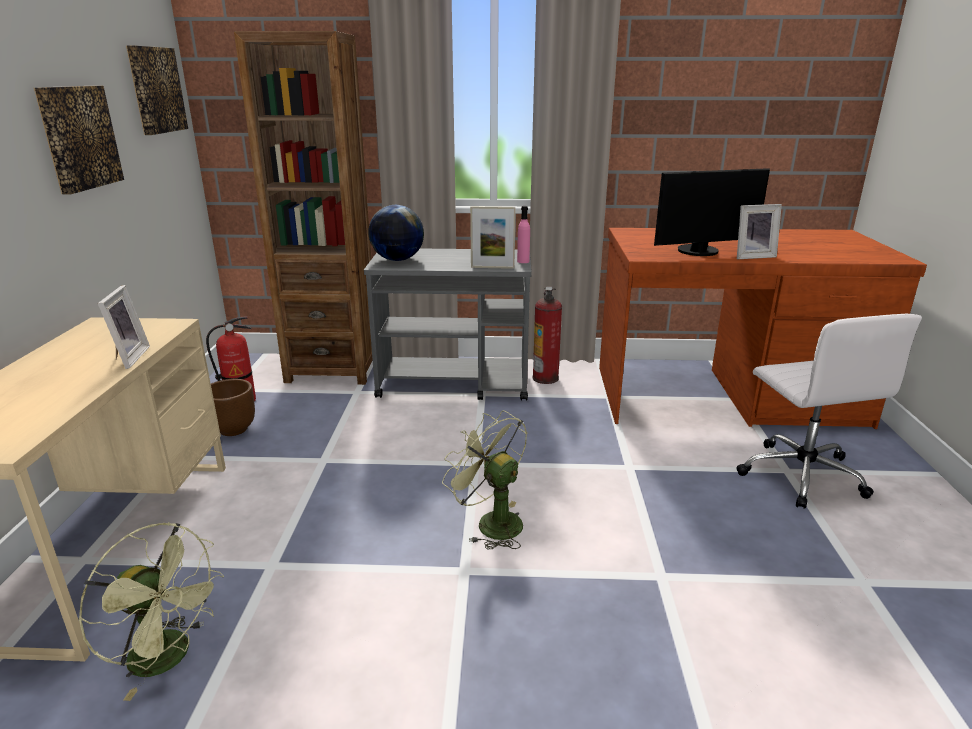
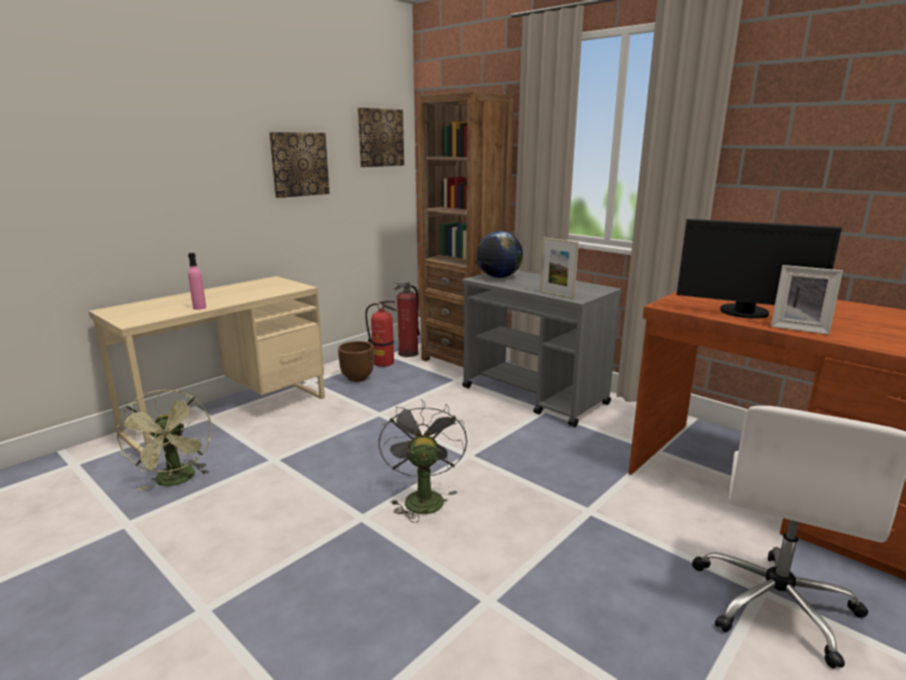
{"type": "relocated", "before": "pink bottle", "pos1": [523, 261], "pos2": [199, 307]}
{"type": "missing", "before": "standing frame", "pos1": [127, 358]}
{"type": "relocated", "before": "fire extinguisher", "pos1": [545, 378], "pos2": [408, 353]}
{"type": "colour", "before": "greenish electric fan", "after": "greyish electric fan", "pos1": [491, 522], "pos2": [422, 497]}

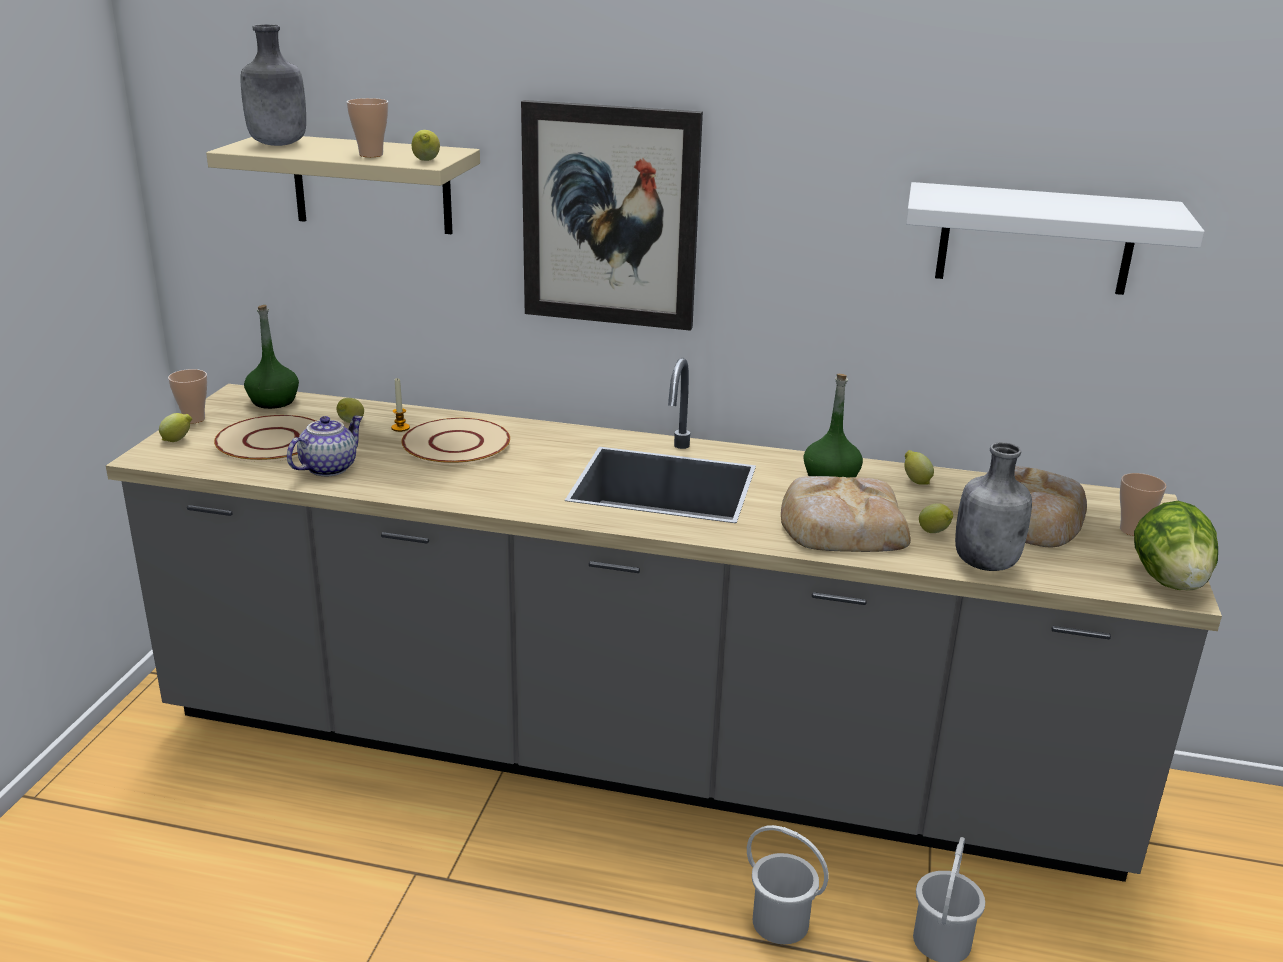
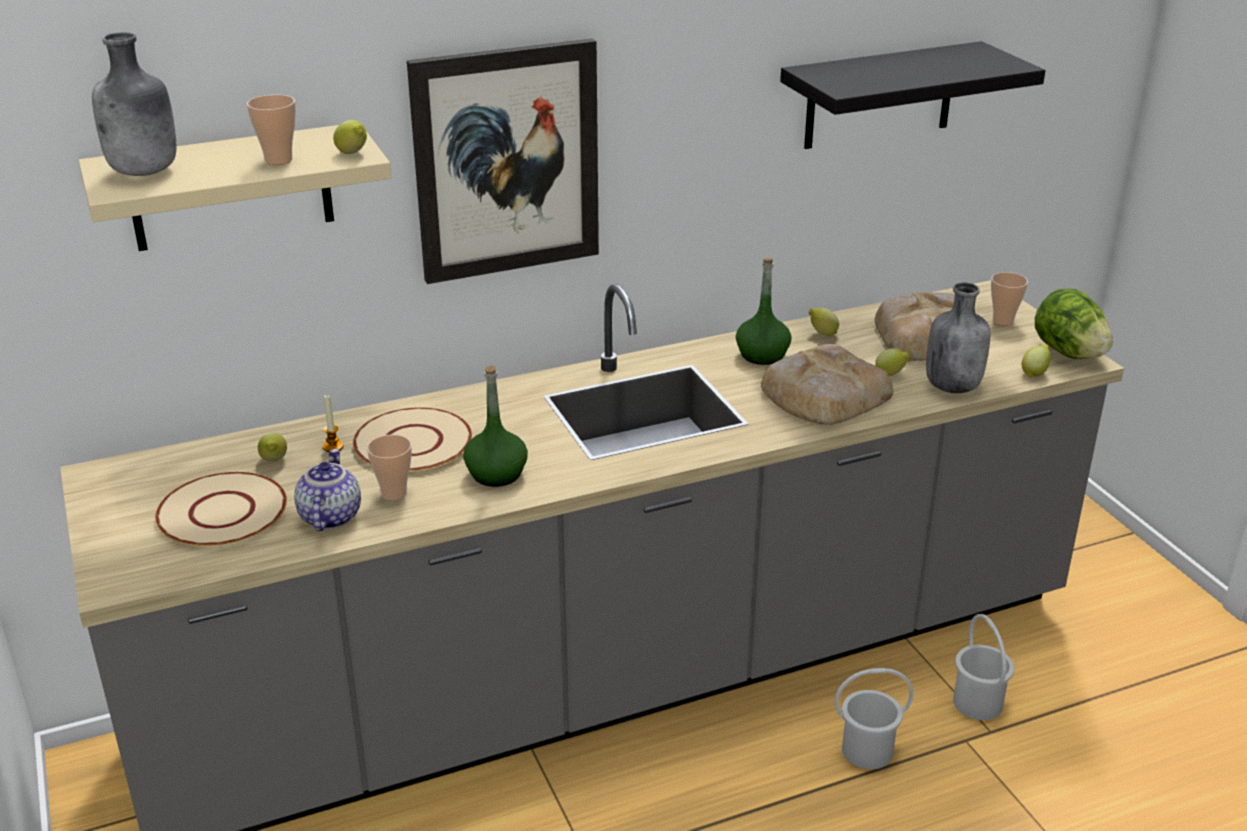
{"type": "colour", "before": "whitish wall shelf", "after": "black wall shelf", "pos1": [1035, 239], "pos2": [879, 96]}
{"type": "relocated", "before": "greenish bottle", "pos1": [273, 401], "pos2": [496, 474]}
{"type": "relocated", "before": "cup", "pos1": [194, 419], "pos2": [394, 493]}
{"type": "relocated", "before": "citrus fruit", "pos1": [178, 440], "pos2": [1034, 373]}

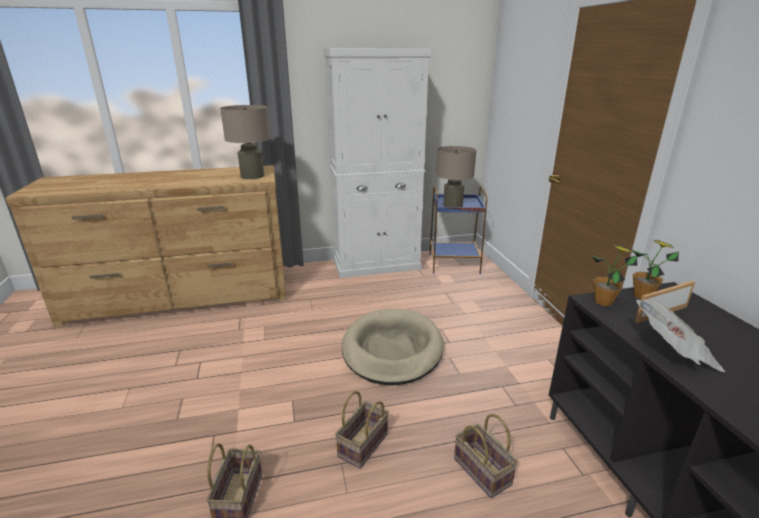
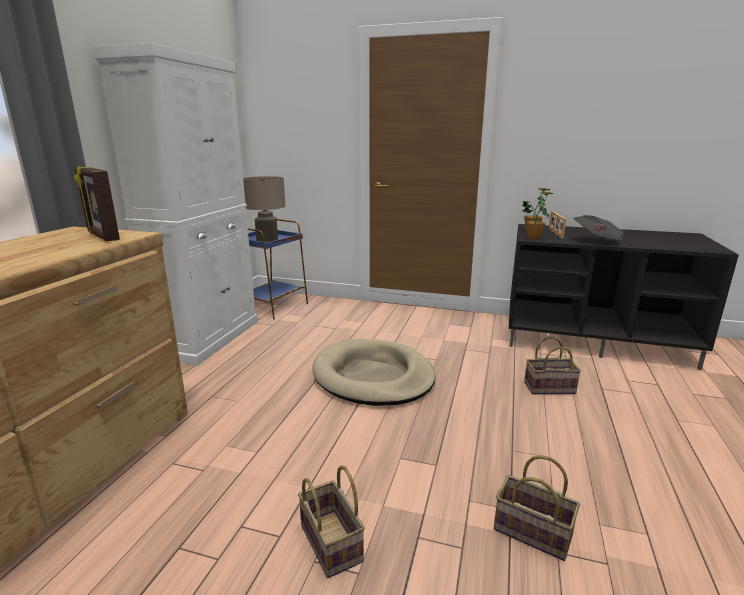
{"type": "exchanged", "before": "sand-coloured table lamp", "after": "standing frame", "pos1": [252, 176], "pos2": [102, 236]}
{"type": "relocated", "before": "storage basket", "pos1": [363, 446], "pos2": [333, 544]}

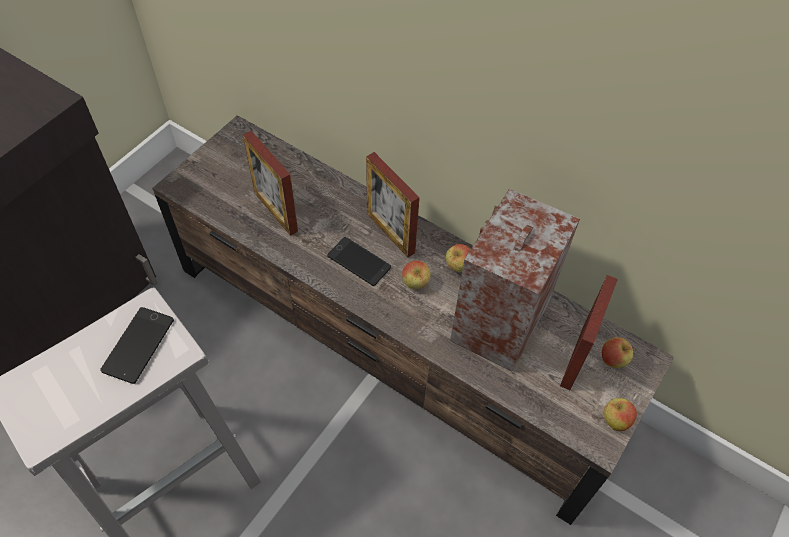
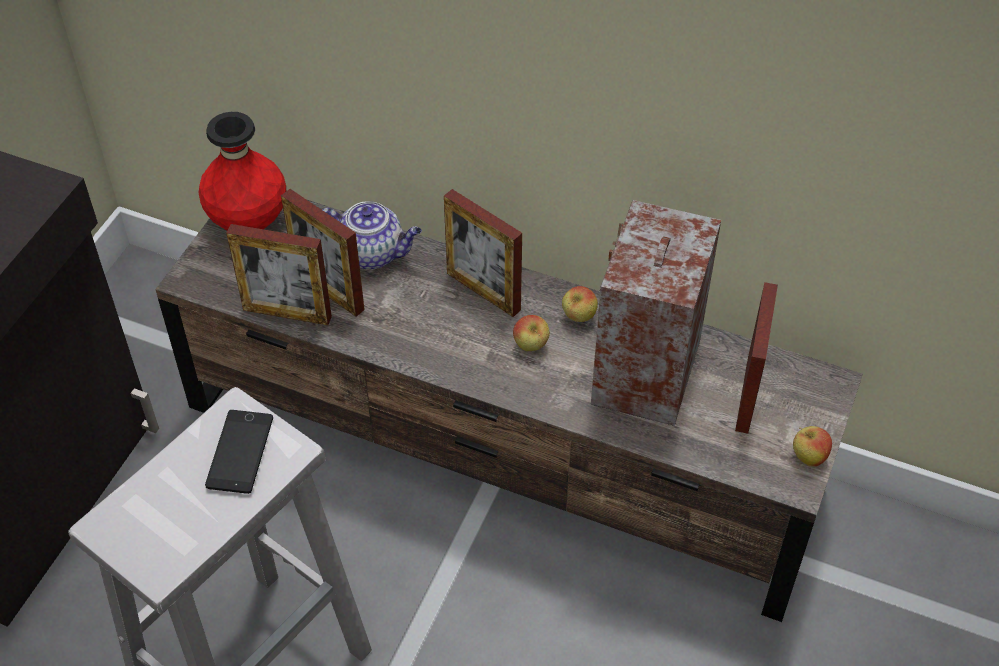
{"type": "missing", "before": "telephone", "pos1": [359, 261]}
{"type": "missing", "before": "apple", "pos1": [612, 360]}
{"type": "appeared", "after": "red decorative vase", "pos2": [249, 222]}
{"type": "appeared", "after": "teapot", "pos2": [372, 253]}
{"type": "appeared", "after": "standing frame", "pos2": [287, 313]}

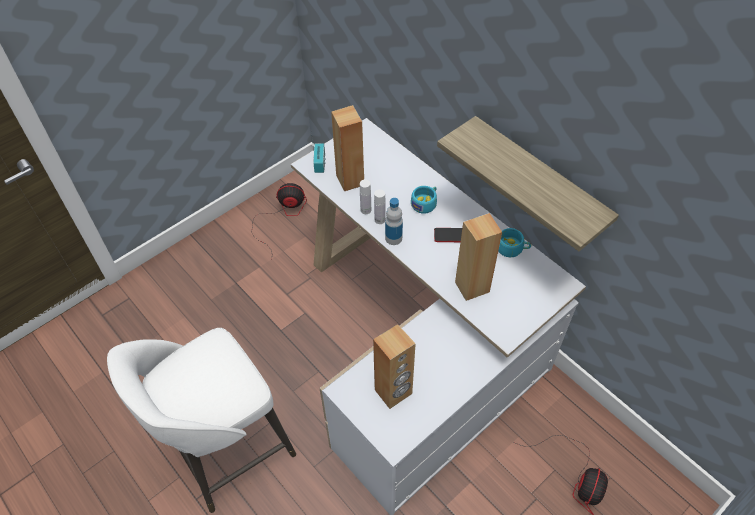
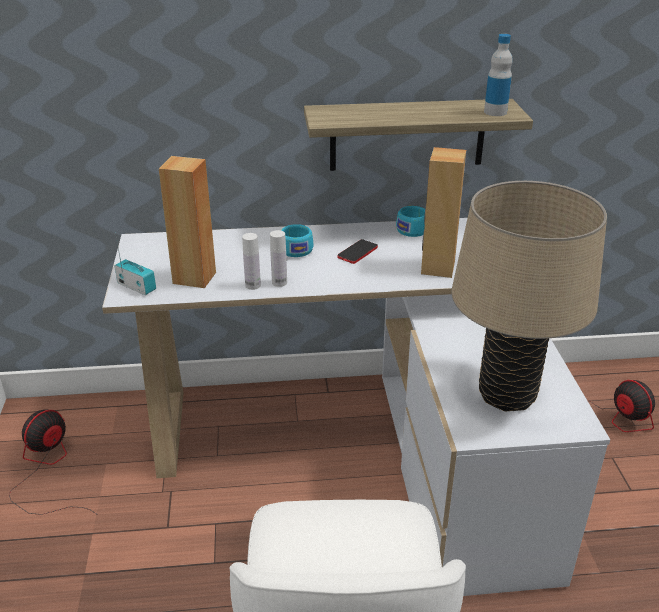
{"type": "relocated", "before": "bottle", "pos1": [393, 238], "pos2": [495, 112]}
{"type": "exchanged", "before": "brown speaker", "after": "sand-coloured table lamp", "pos1": [393, 392], "pos2": [507, 395]}

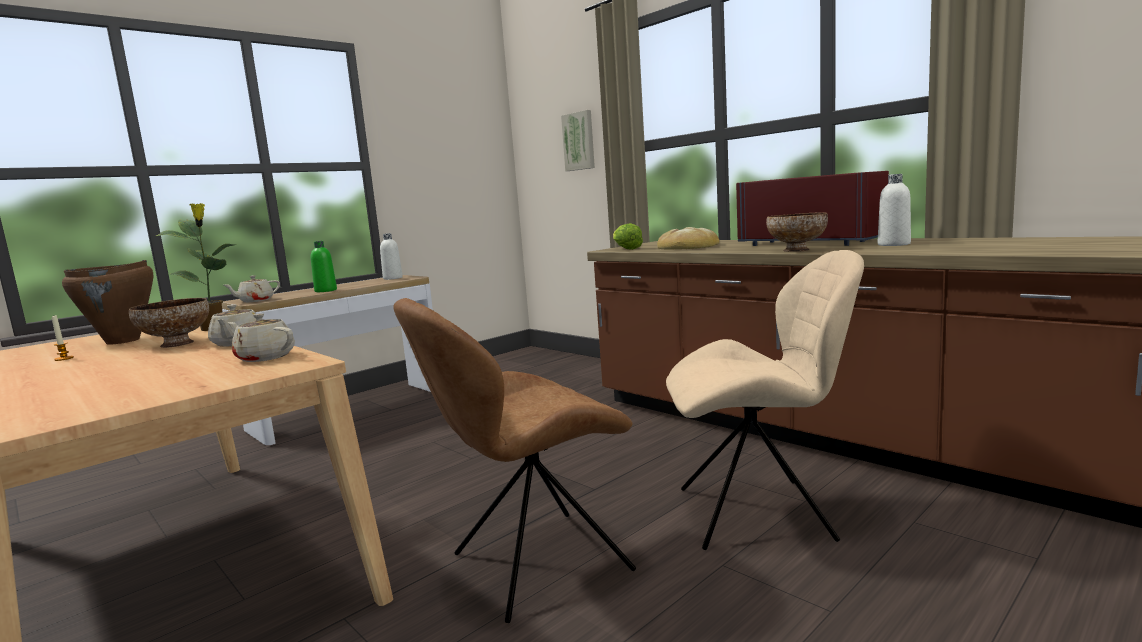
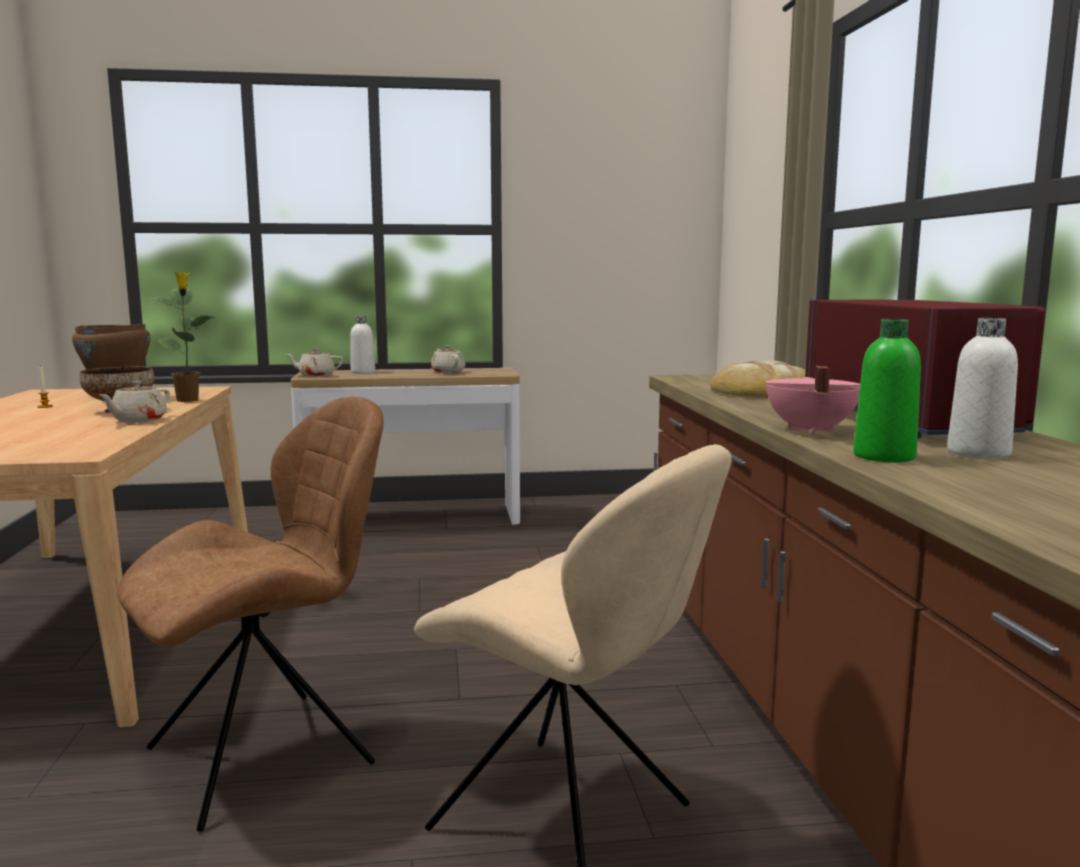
{"type": "missing", "before": "picture", "pos1": [579, 141]}
{"type": "exchanged", "before": "deep dish", "after": "pink stockpot", "pos1": [797, 250], "pos2": [809, 430]}
{"type": "missing", "before": "lettuce head", "pos1": [626, 249]}
{"type": "relocated", "before": "whitish bottle", "pos1": [392, 278], "pos2": [363, 372]}
{"type": "relocated", "before": "greenish bottle", "pos1": [326, 290], "pos2": [884, 456]}
{"type": "spun", "before": "brown upright chair", "pos1": [534, 564], "pos2": [269, 753], "turn": 135}
{"type": "relocated", "before": "sand-coloured teapot", "pos1": [264, 357], "pos2": [448, 372]}

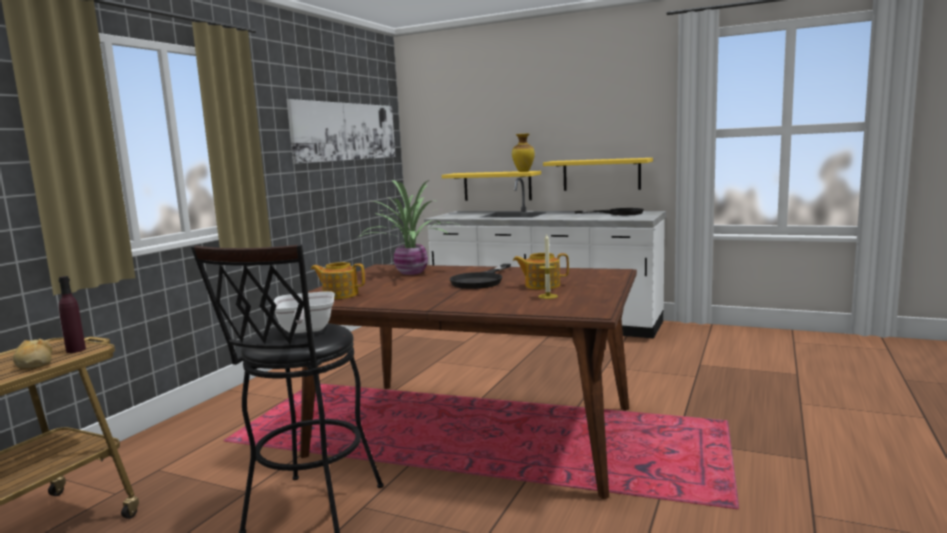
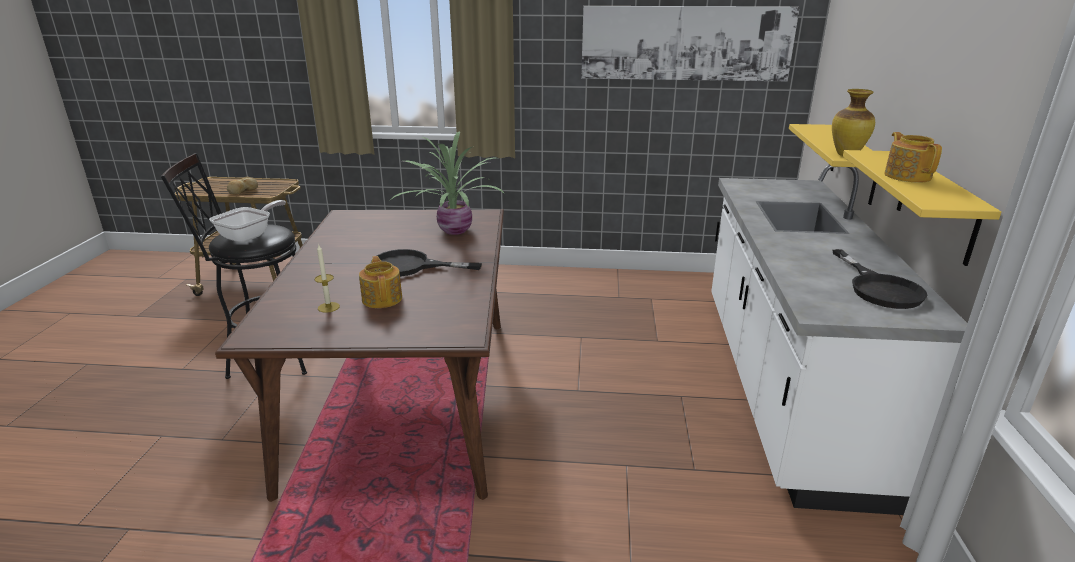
{"type": "relocated", "before": "teapot", "pos1": [340, 295], "pos2": [907, 176]}
{"type": "missing", "before": "purple bottle", "pos1": [76, 350]}
{"type": "spun", "before": "skillet", "pos1": [305, 331], "pos2": [250, 235], "turn": 150}

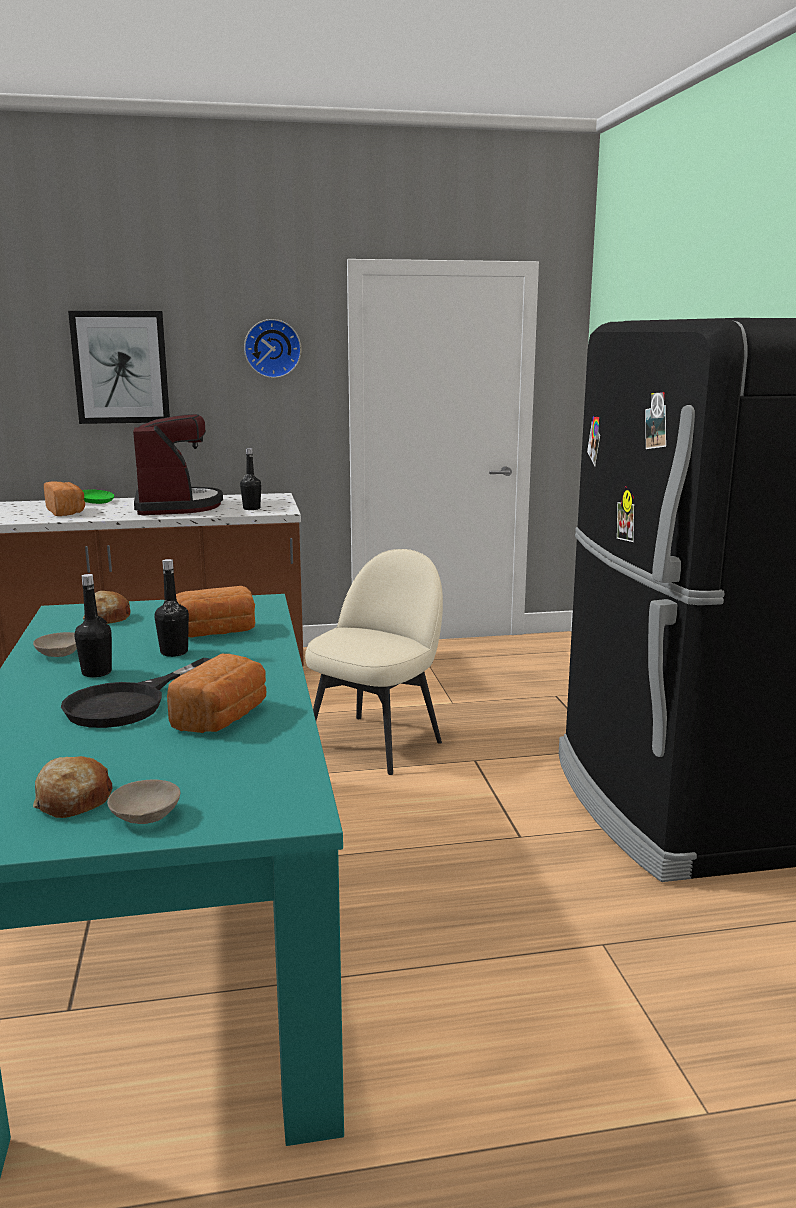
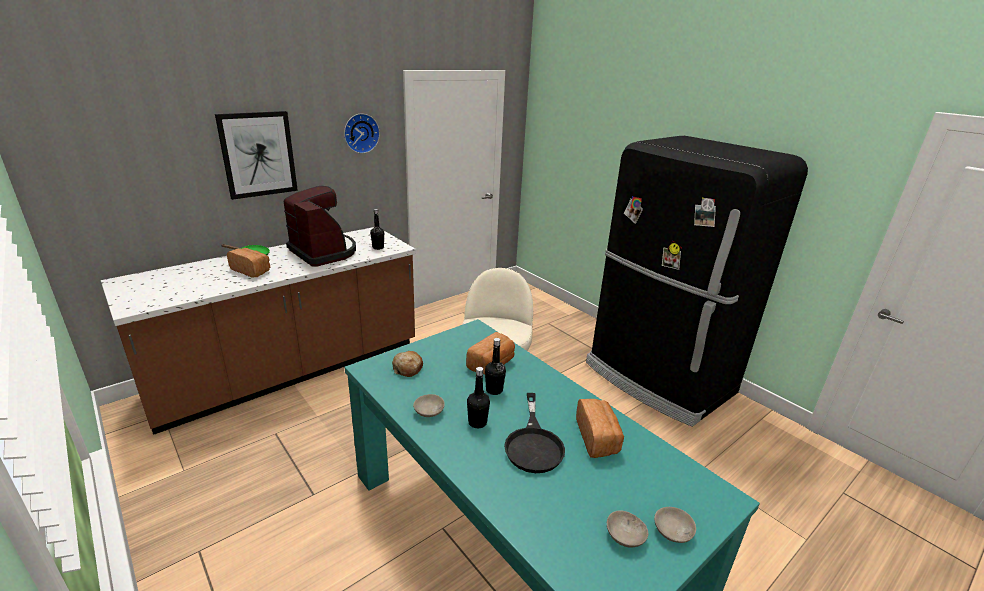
{"type": "exchanged", "before": "baked bread", "after": "sand-coloured deep dish", "pos1": [73, 800], "pos2": [623, 536]}

